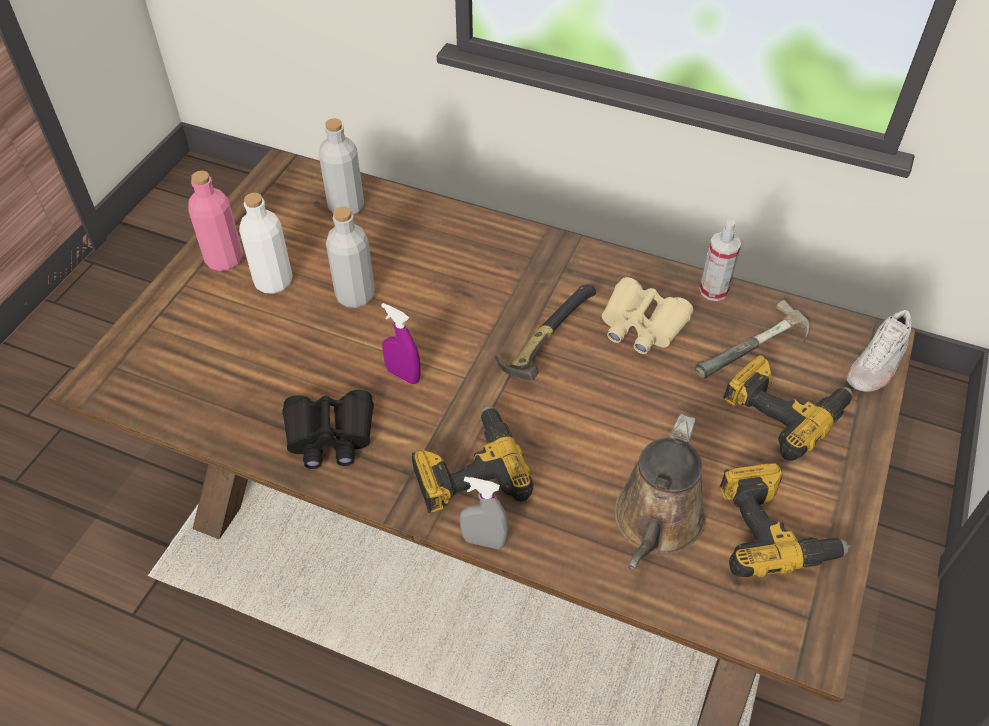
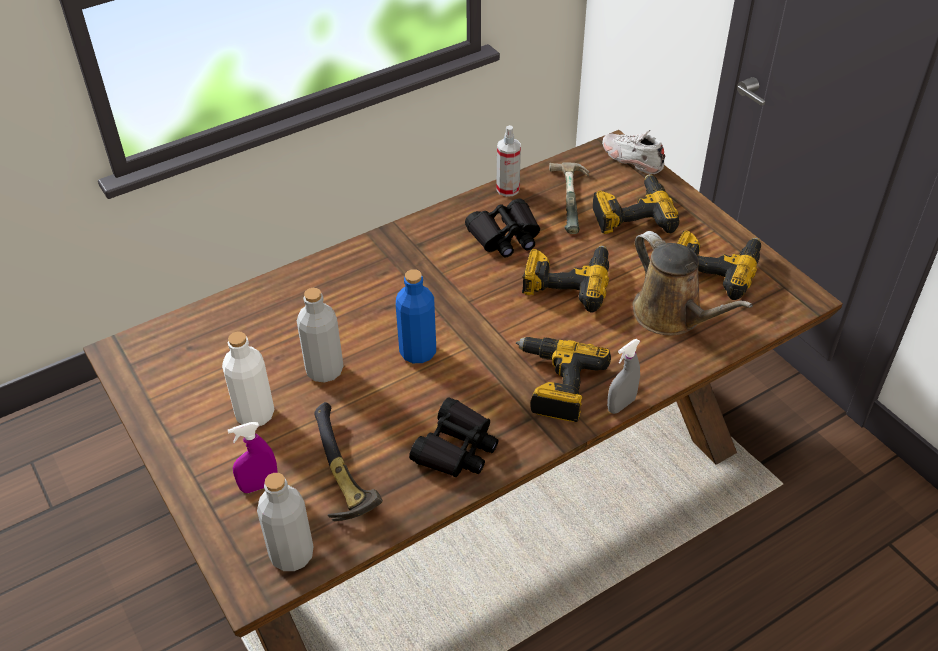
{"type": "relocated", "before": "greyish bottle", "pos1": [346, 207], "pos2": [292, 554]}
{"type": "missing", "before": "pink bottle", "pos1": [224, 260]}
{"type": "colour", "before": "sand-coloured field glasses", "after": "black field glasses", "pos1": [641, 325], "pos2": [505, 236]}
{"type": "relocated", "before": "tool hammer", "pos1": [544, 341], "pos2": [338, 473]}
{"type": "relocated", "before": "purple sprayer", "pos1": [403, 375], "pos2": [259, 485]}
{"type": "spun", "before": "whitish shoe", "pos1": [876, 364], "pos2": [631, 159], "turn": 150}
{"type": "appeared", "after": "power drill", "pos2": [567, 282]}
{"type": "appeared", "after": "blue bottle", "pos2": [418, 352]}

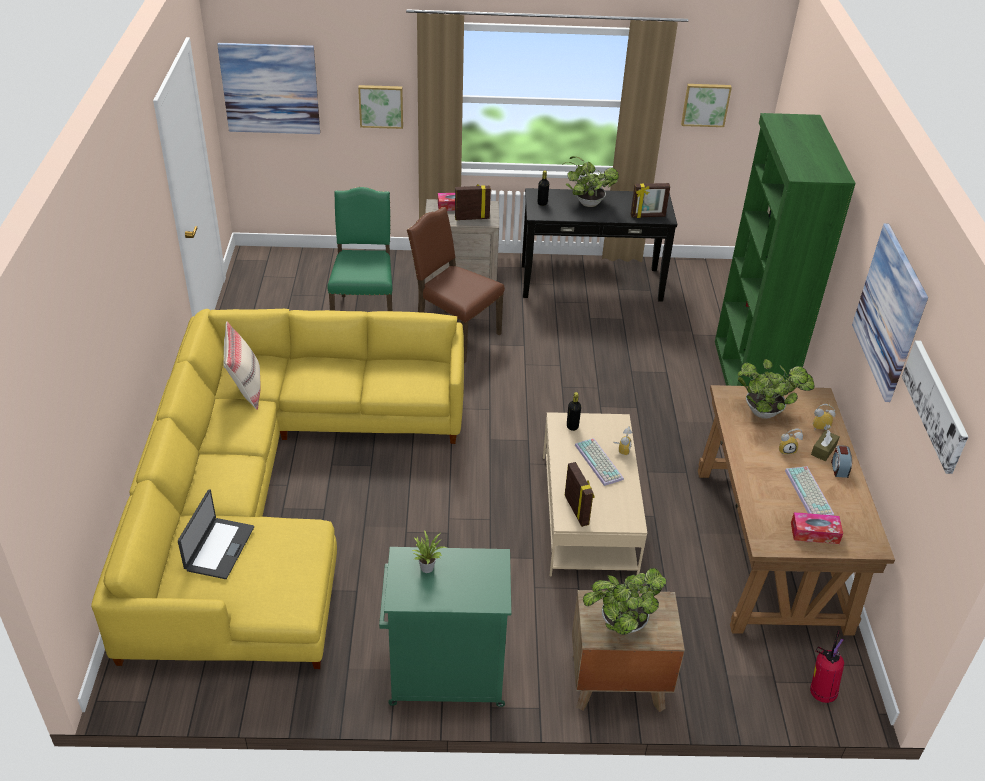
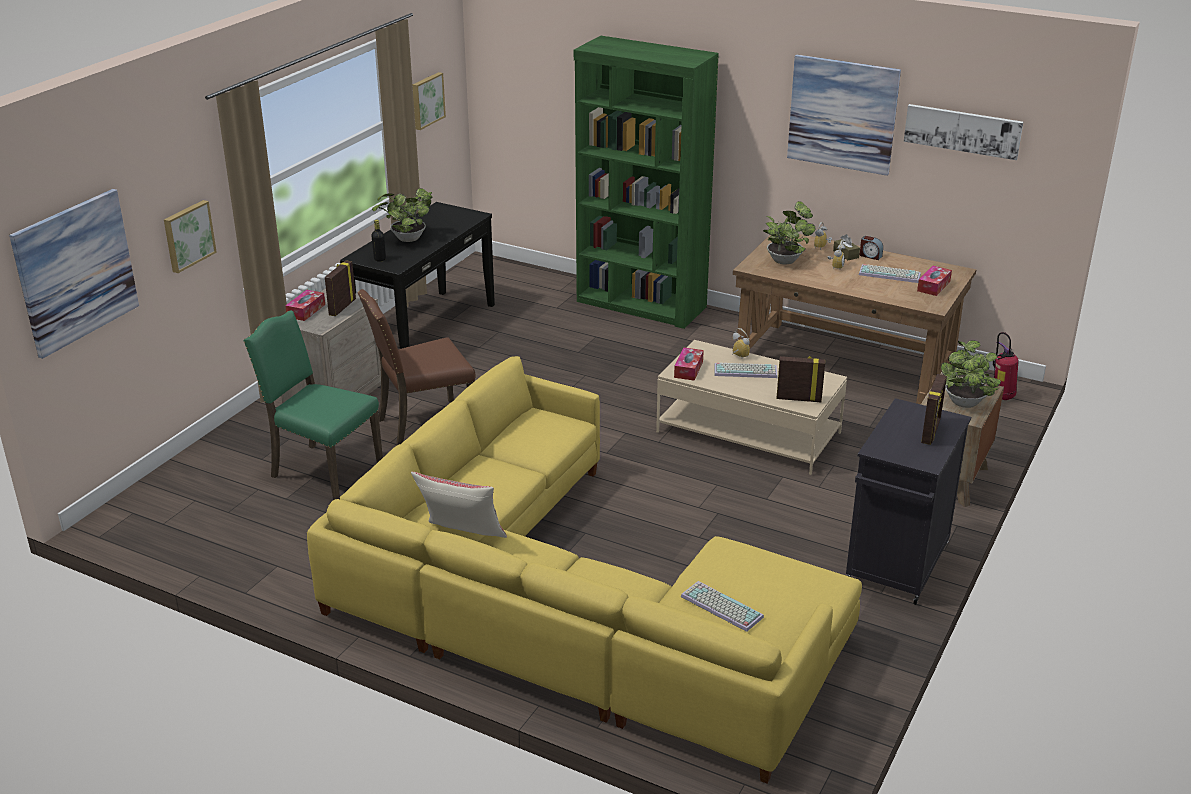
{"type": "relocated", "before": "standing frame", "pos1": [648, 216], "pos2": [931, 432]}
{"type": "exchanged", "before": "black bottle", "after": "box of tissues", "pos1": [572, 426], "pos2": [688, 369]}
{"type": "exchanged", "before": "notebook computer", "after": "keyboard", "pos1": [219, 548], "pos2": [720, 607]}
{"type": "missing", "before": "houseplant", "pos1": [427, 566]}
{"type": "colour", "before": "greenish storage cabinet", "after": "black storage cabinet", "pos1": [444, 676], "pos2": [896, 565]}

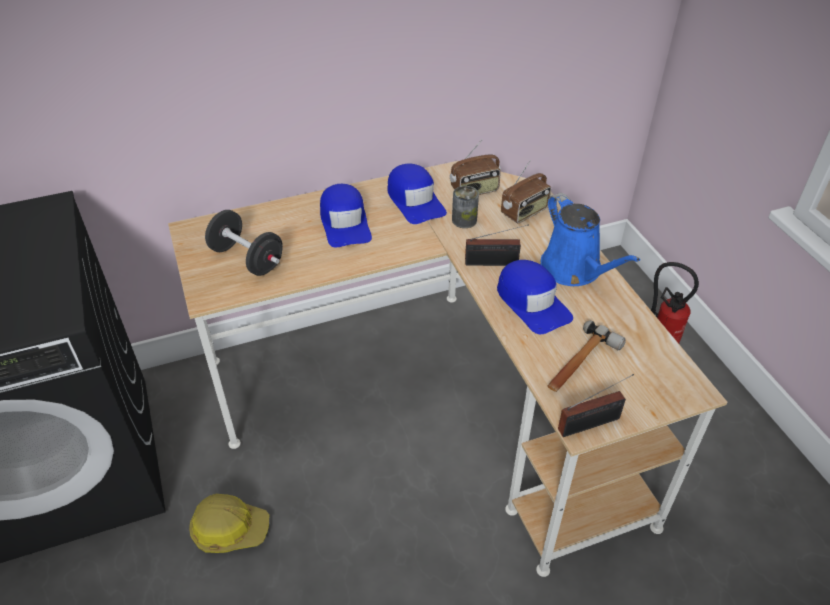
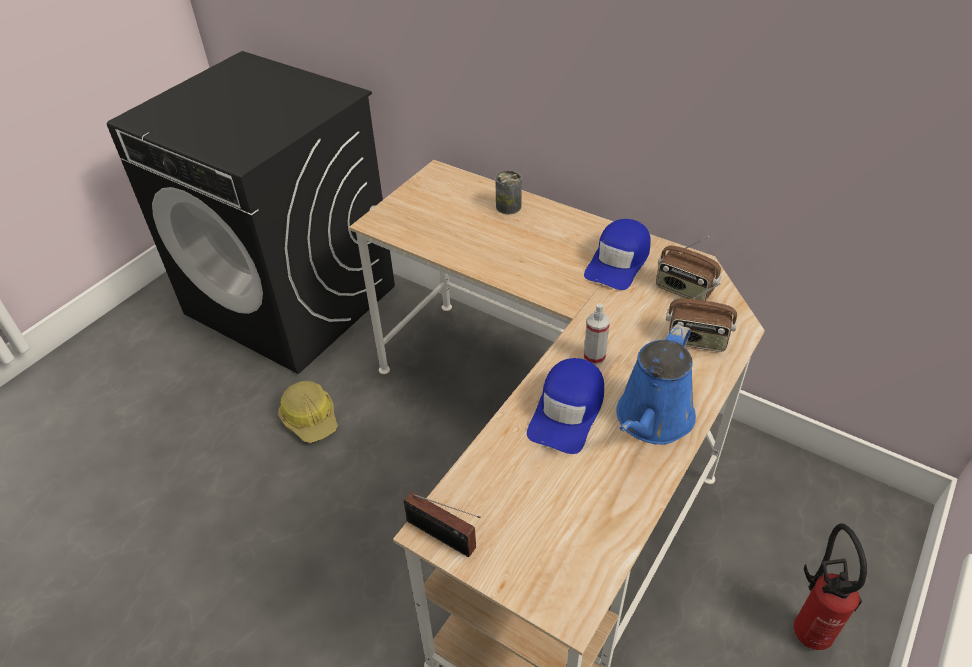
{"type": "missing", "before": "blue baseball cap", "pos1": [345, 222]}
{"type": "relocated", "before": "metal can", "pos1": [464, 220], "pos2": [508, 206]}
{"type": "missing", "before": "black hand weight", "pos1": [247, 259]}
{"type": "exchanged", "before": "radio receiver", "after": "sprayer", "pos1": [494, 263], "pos2": [594, 357]}
{"type": "missing", "before": "tool hammer", "pos1": [580, 364]}

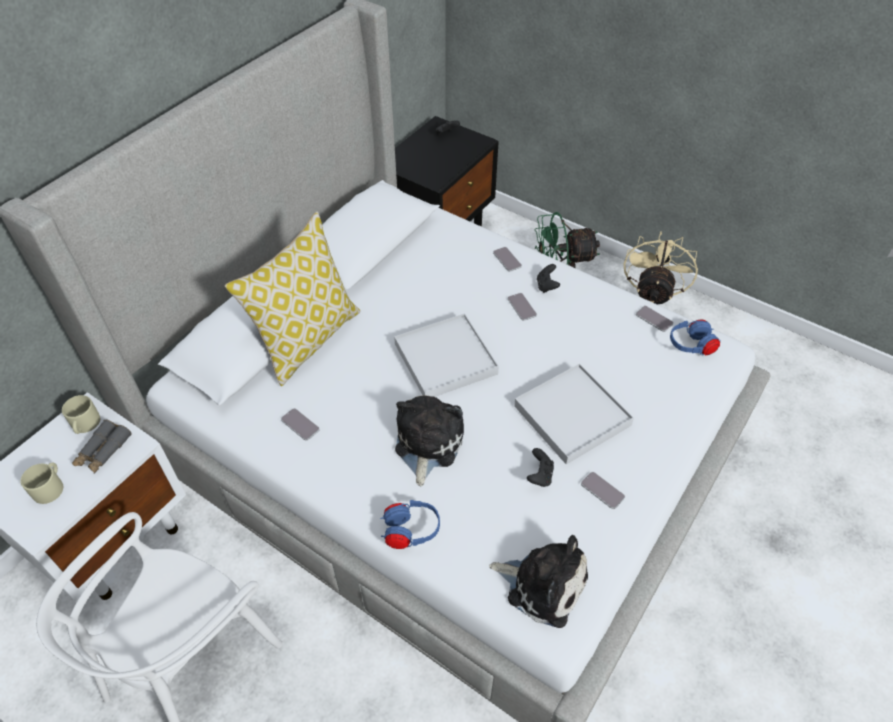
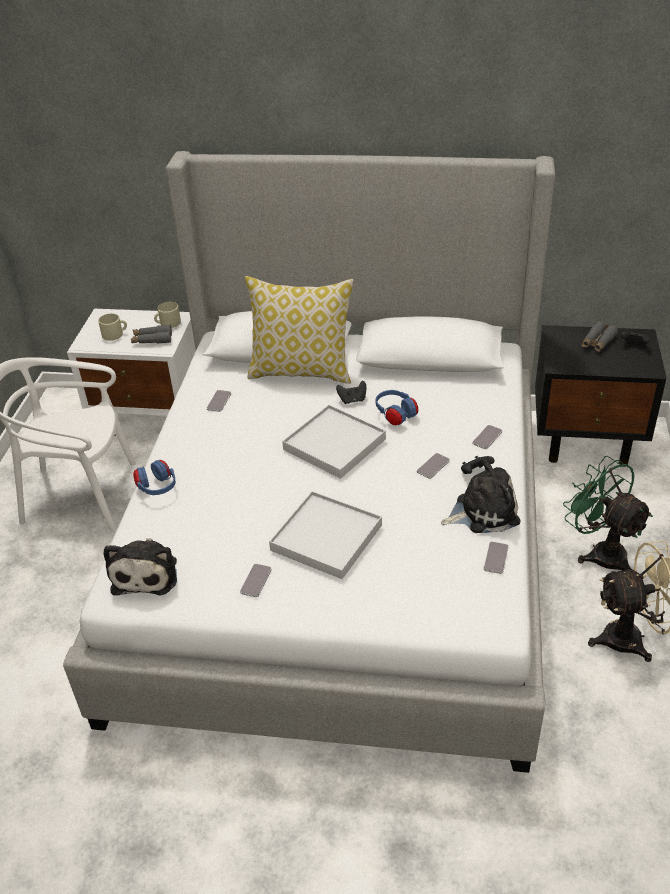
{"type": "relocated", "before": "blue pair of headphones", "pos1": [691, 346], "pos2": [396, 415]}
{"type": "relocated", "before": "cuddly toy", "pos1": [427, 444], "pos2": [483, 511]}
{"type": "relocated", "before": "black joypad", "pos1": [539, 475], "pos2": [352, 400]}
{"type": "appeared", "after": "greyish field glasses", "pos2": [597, 342]}

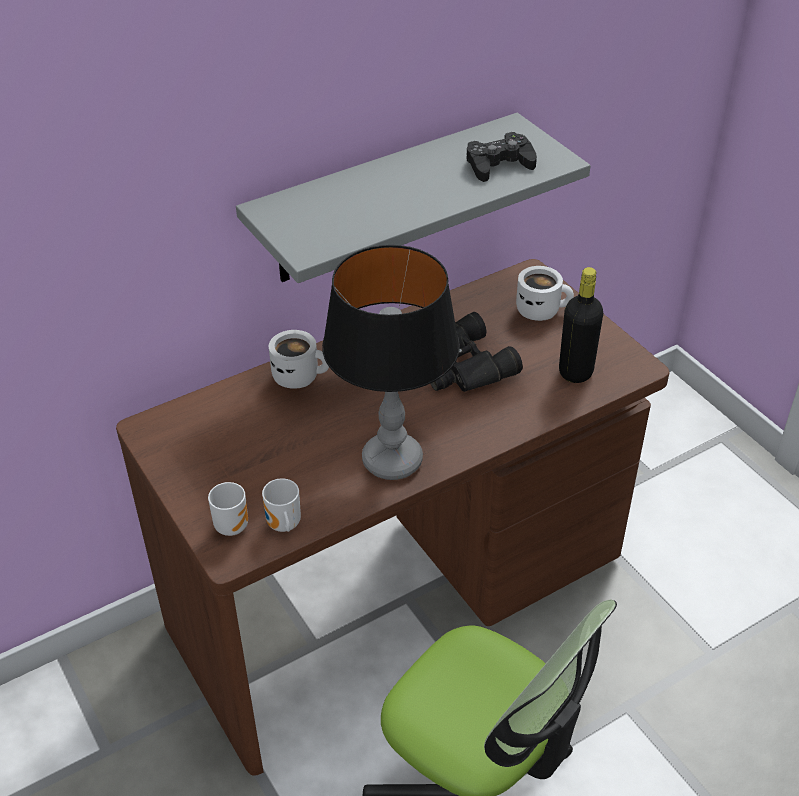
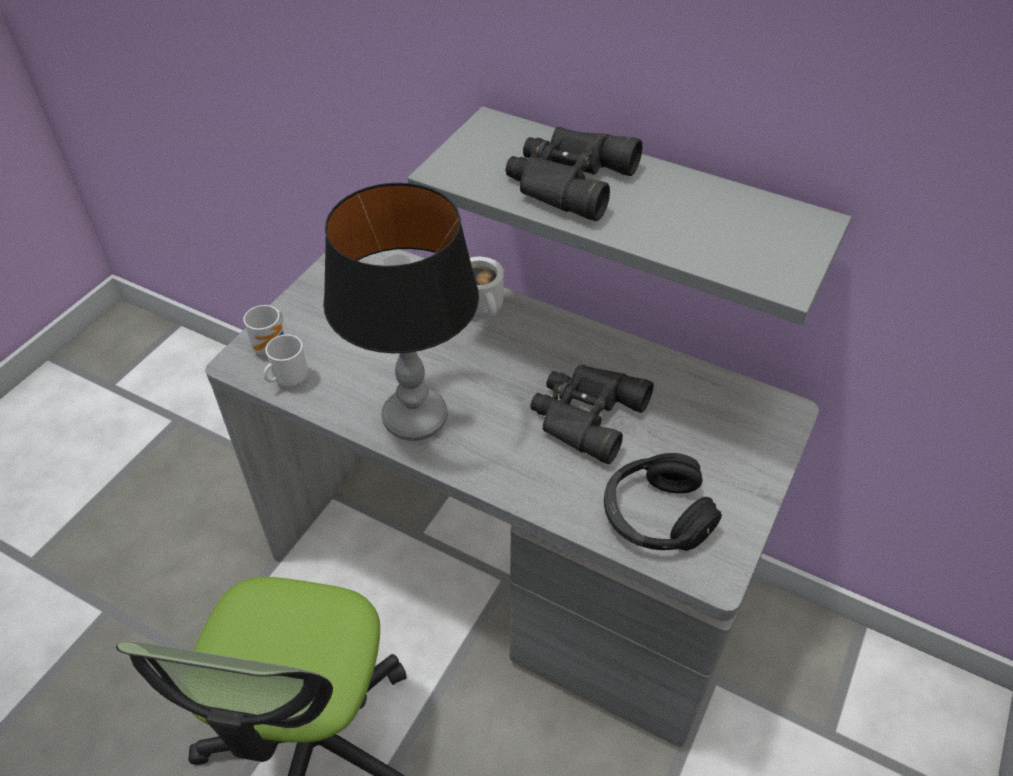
{"type": "missing", "before": "black joypad", "pos1": [499, 164]}
{"type": "colour", "before": "brown desk", "after": "greyish desk", "pos1": [399, 595], "pos2": [506, 570]}
{"type": "missing", "before": "whitish mug", "pos1": [541, 309]}
{"type": "exchanged", "before": "black bottle", "after": "black pair of headphones", "pos1": [575, 372], "pos2": [655, 515]}
{"type": "appeared", "after": "black field glasses", "pos2": [566, 181]}

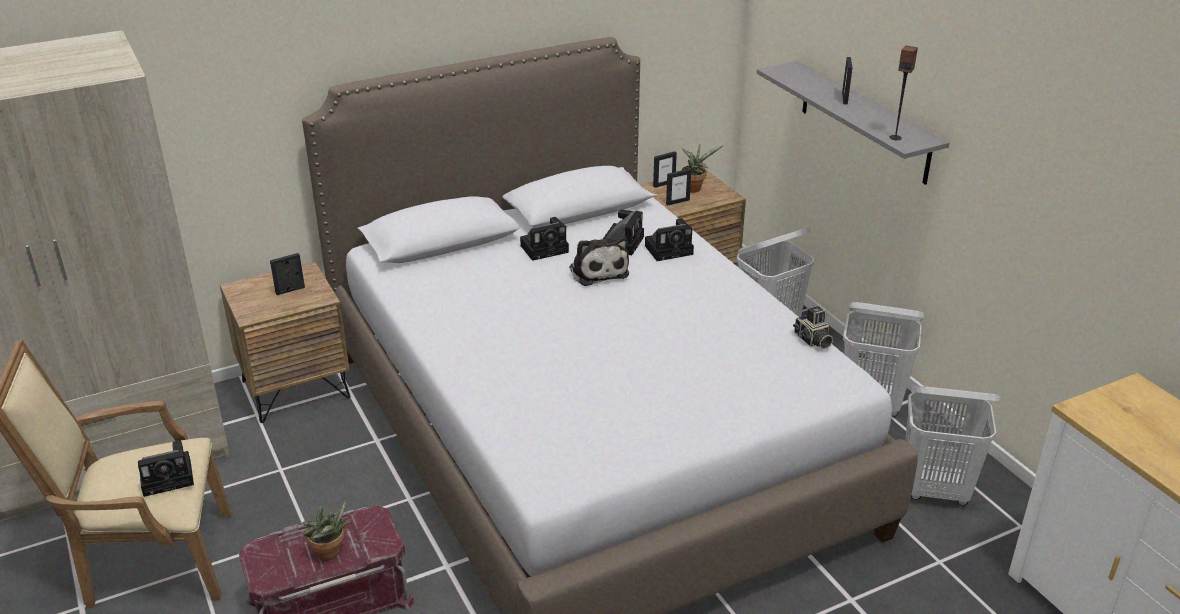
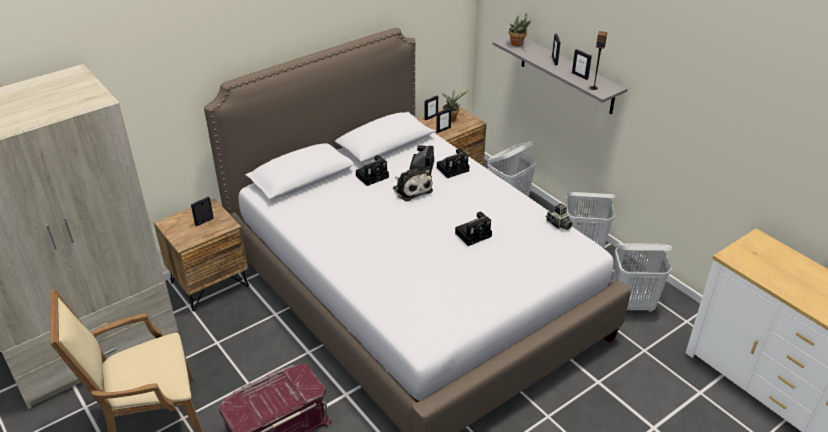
{"type": "relocated", "before": "still camera", "pos1": [170, 477], "pos2": [474, 234]}
{"type": "relocated", "before": "houseplant", "pos1": [330, 554], "pos2": [518, 44]}
{"type": "appeared", "after": "standing frame", "pos2": [580, 76]}

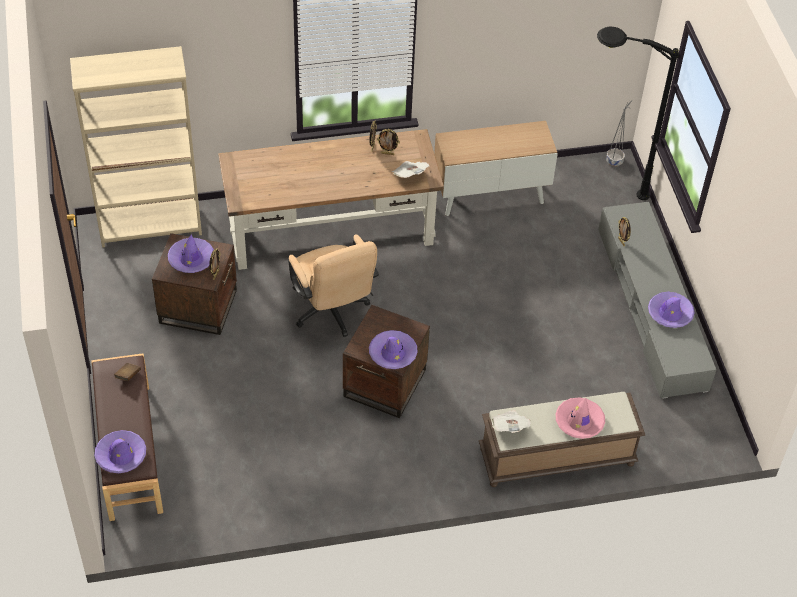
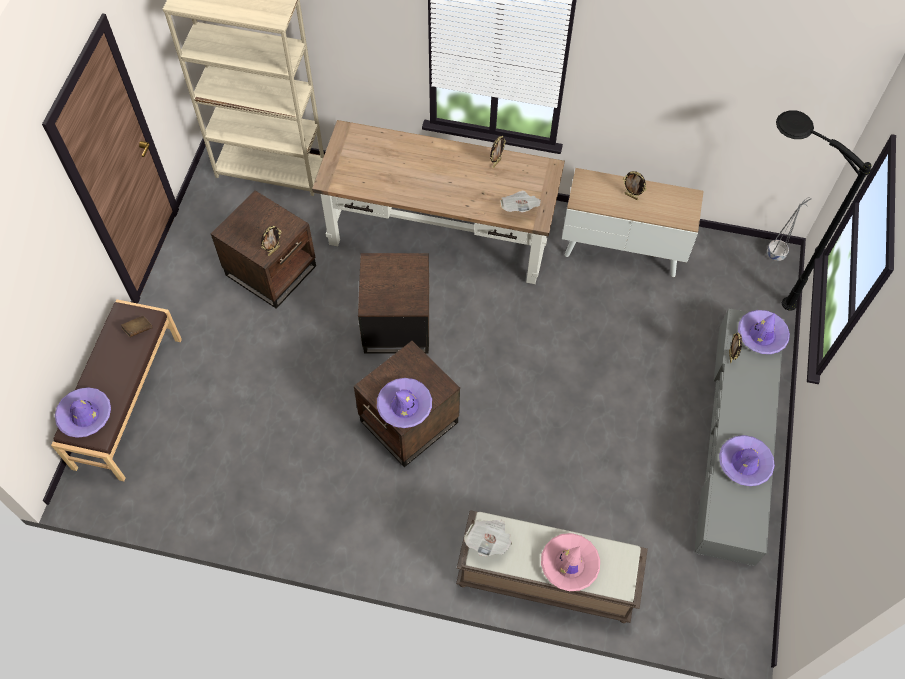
{"type": "relocated", "before": "standing frame", "pos1": [387, 153], "pos2": [631, 196]}
{"type": "relocated", "before": "purple hat", "pos1": [191, 259], "pos2": [761, 335]}
{"type": "exchanged", "before": "sand-coloured office chair", "after": "brown side table", "pos1": [332, 312], "pos2": [396, 323]}

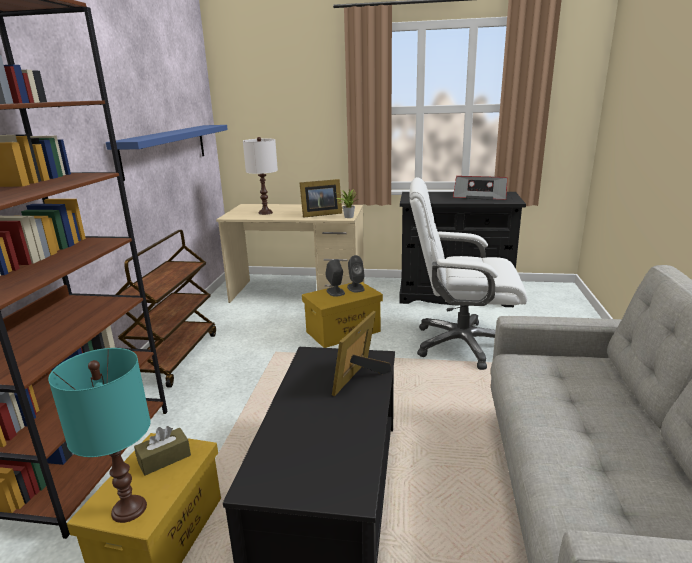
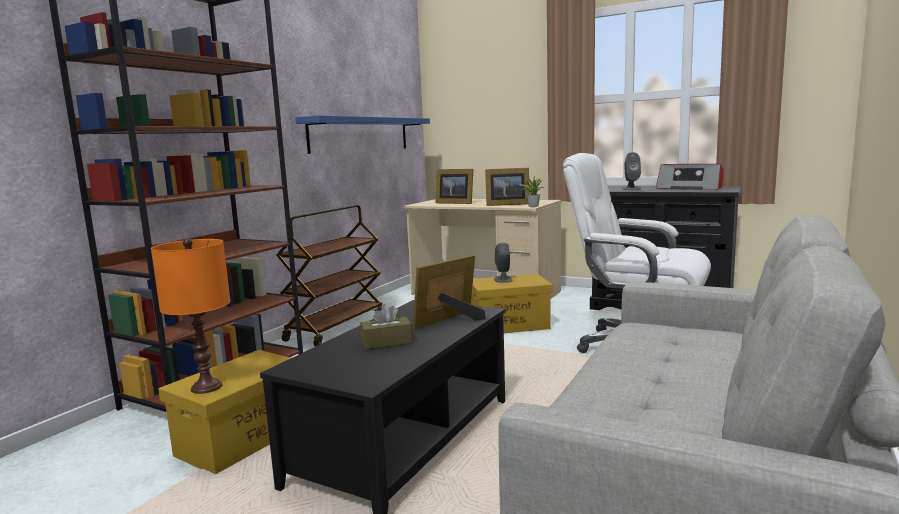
{"type": "exchanged", "before": "whitish table lamp", "after": "standing frame", "pos1": [265, 212], "pos2": [454, 203]}
{"type": "relocated", "before": "greyish speaker", "pos1": [355, 288], "pos2": [631, 189]}
{"type": "colour", "before": "turquoise-coloured table lamp", "after": "orange table lamp", "pos1": [128, 508], "pos2": [206, 387]}
{"type": "relocated", "before": "brown box of tissues", "pos1": [164, 458], "pos2": [386, 342]}

